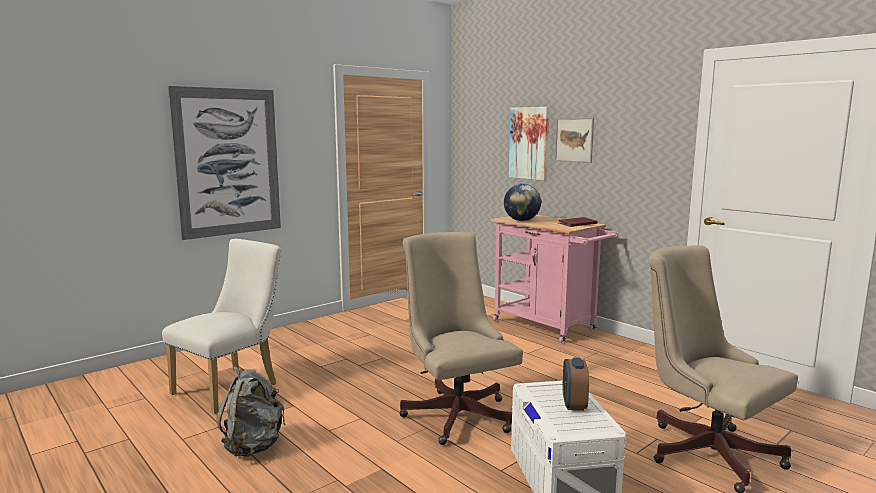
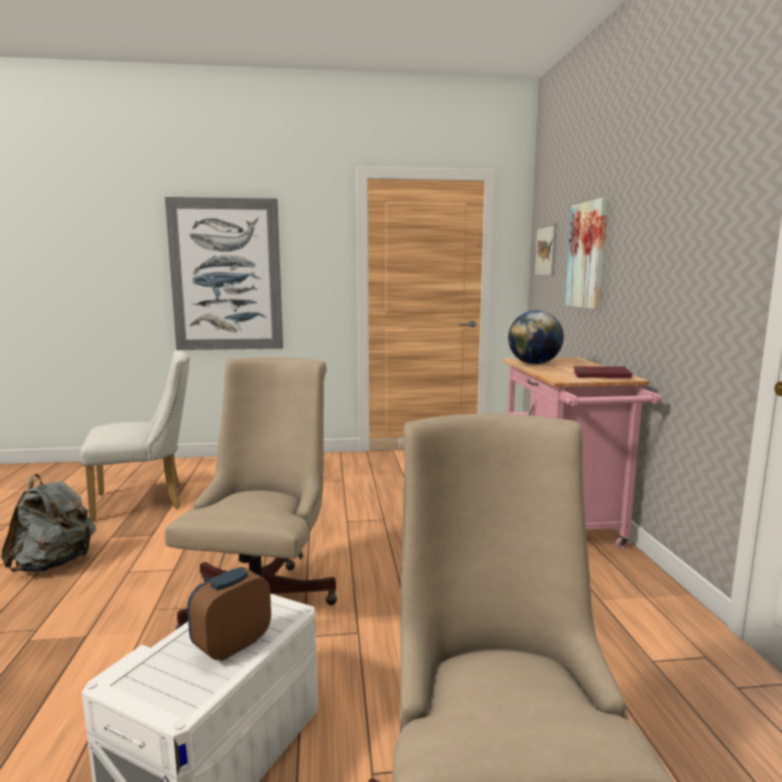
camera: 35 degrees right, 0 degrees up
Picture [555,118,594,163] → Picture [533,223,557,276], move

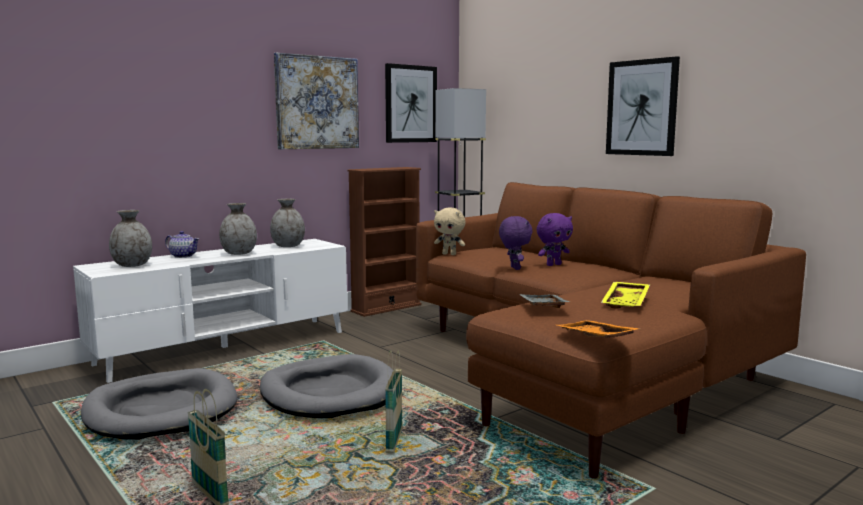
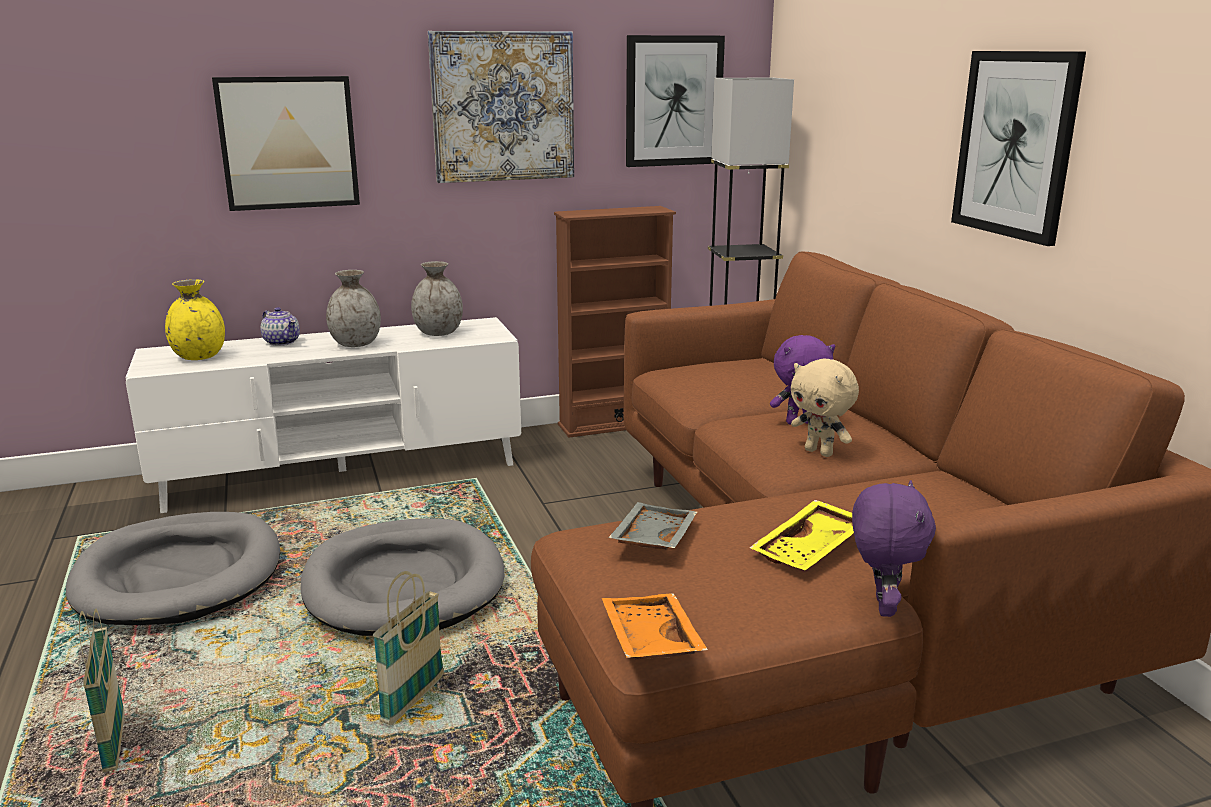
camera: 20 degrees right, 10 degrees up
- → Picture [212,76,360,211]
BeigeSoftToy [434,207,465,255] → BeigeSoftToy [791,358,859,457], move
PurpleColouredSoftToy [499,216,533,270] → PurpleColouredSoftToy [852,480,936,617], move
GrayDecorativeVase [109,210,152,267] → YellowDecorativeVase [165,279,225,360]

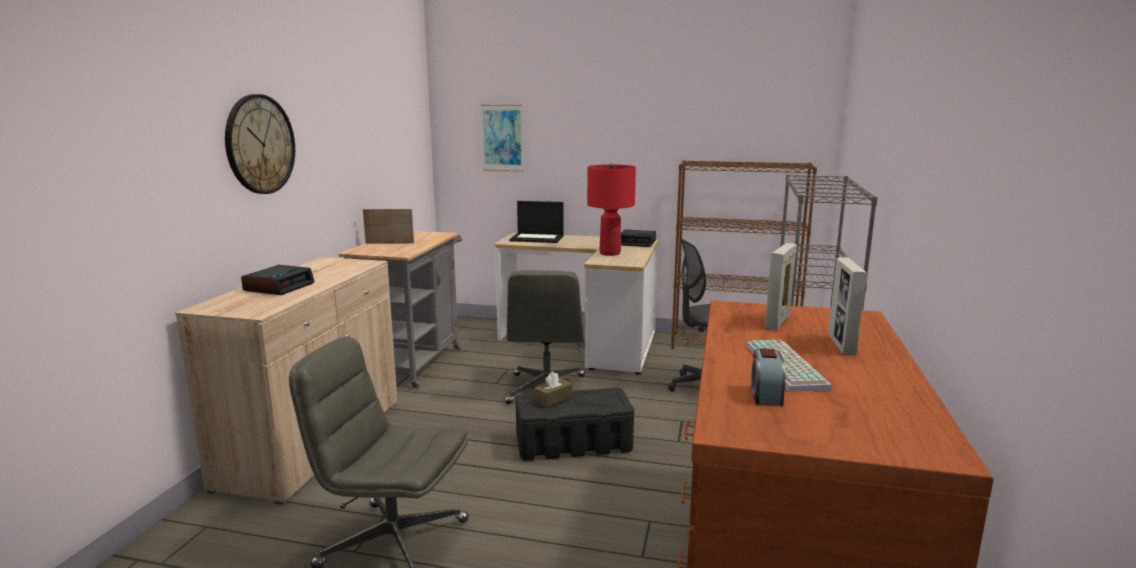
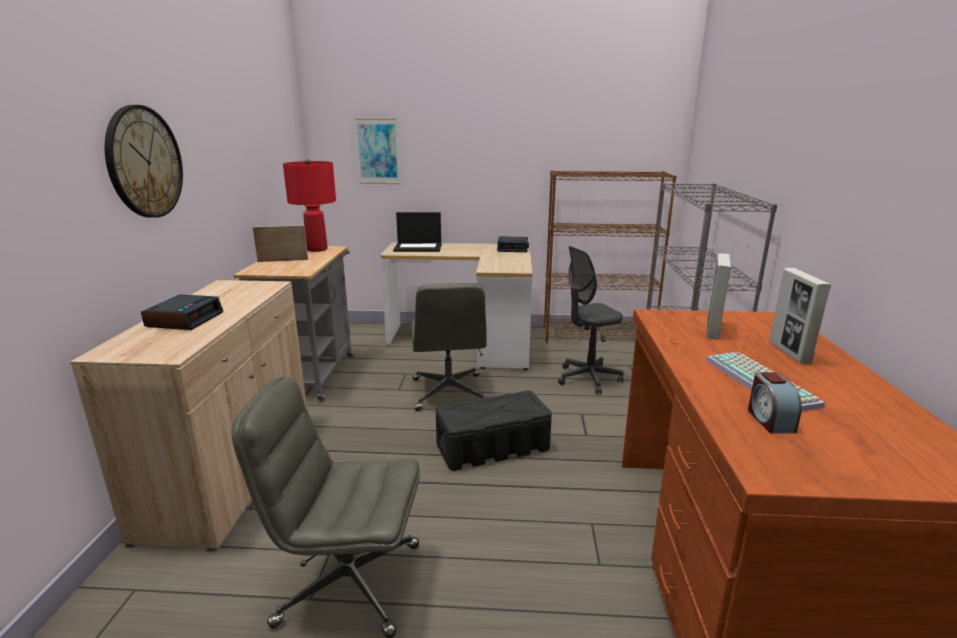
camera: 10 degrees left, 5 degrees up
BrownBoxOfTissues [535,372,572,407] → -
ReddishTabletopLamp [587,163,636,256] → ReddishTabletopLamp [283,159,336,252], move

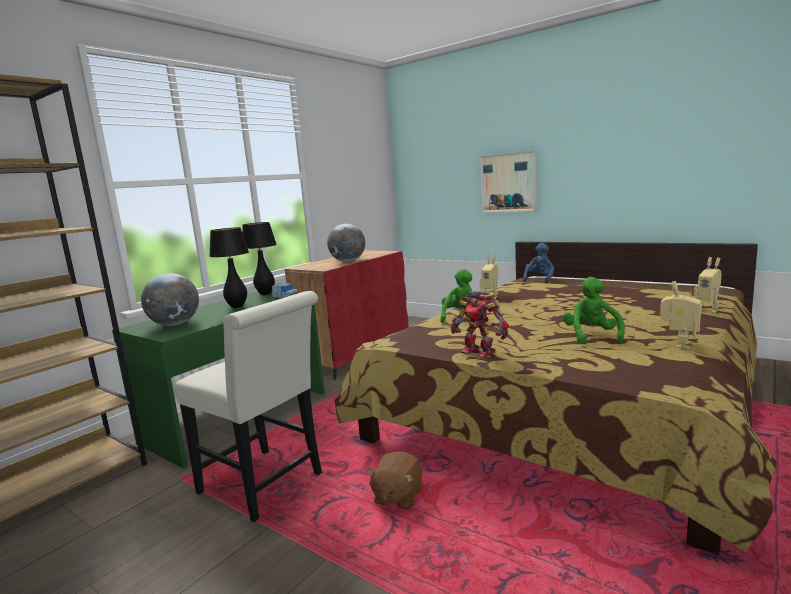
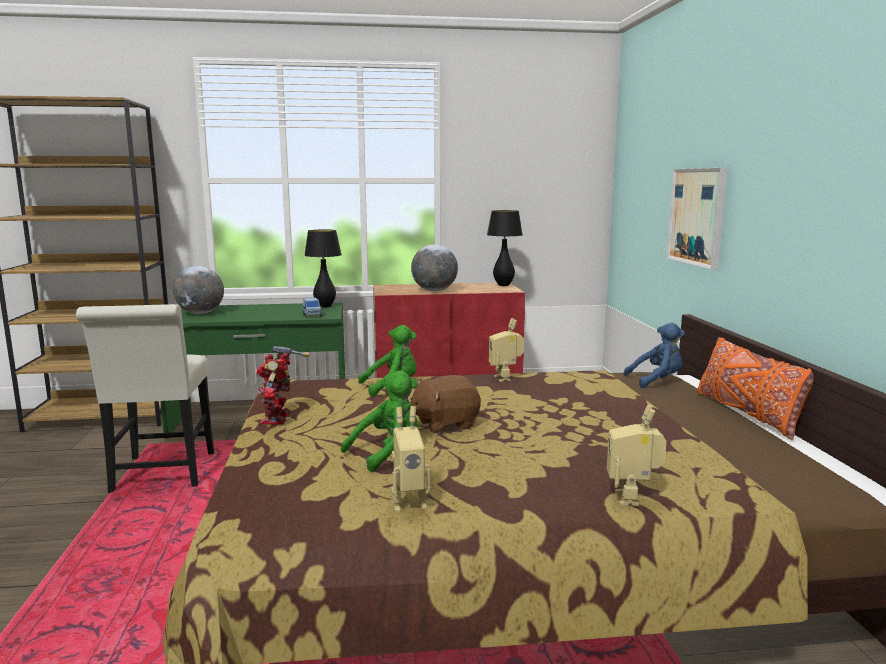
camera: 45 degrees right, 0 degrees up
- → OrangeCushion [698,337,814,440]
BlackTabletopLamp [209,227,249,308] → BlackTabletopLamp [487,210,522,286], move
BrownSoftToy [367,452,422,509] → BrownSoftToy [411,375,481,433], move

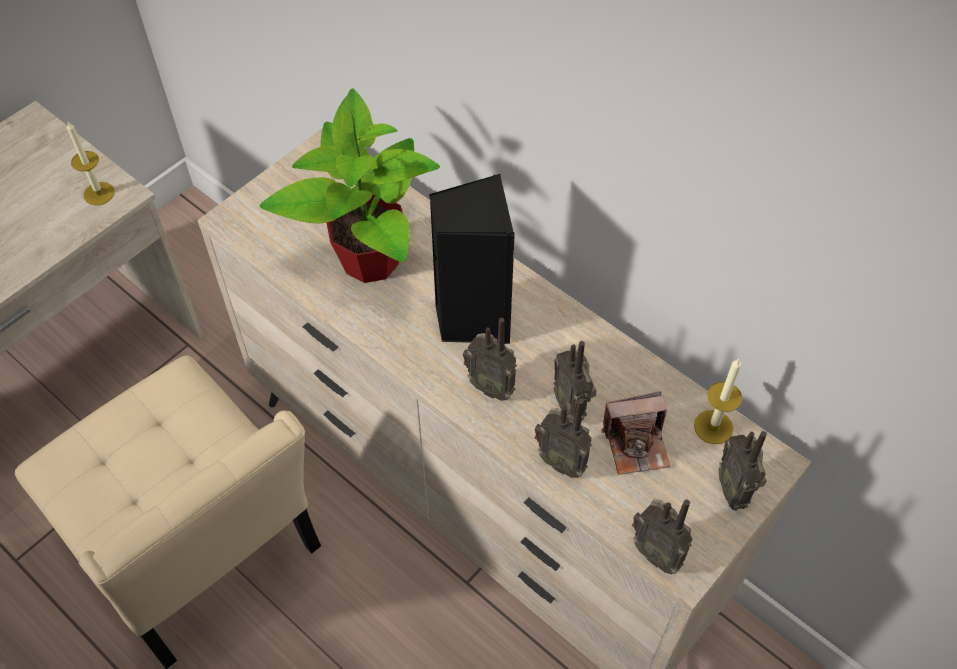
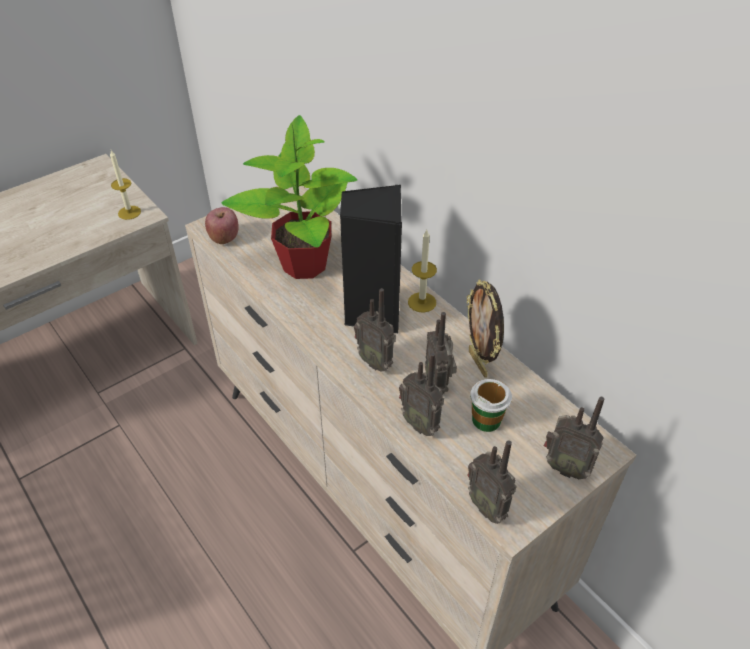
camera: 10 degrees right, 10 degrees down
BeigeUprightChair [15,355,321,669] → -
- → Apple [205,207,239,244]
- → PictureFrame [467,280,504,378]
WaxCandle [694,358,742,444] → WaxCandle [408,230,437,313], move
PhotoCamera [601,391,670,475] → Cup [470,379,512,432]
Radio [718,431,767,511] → Radio [544,397,604,479], 60 degrees counterclockwise

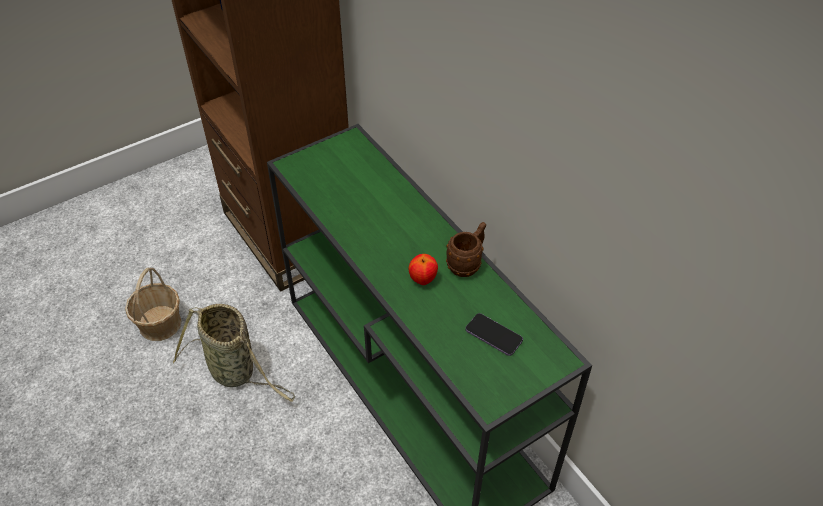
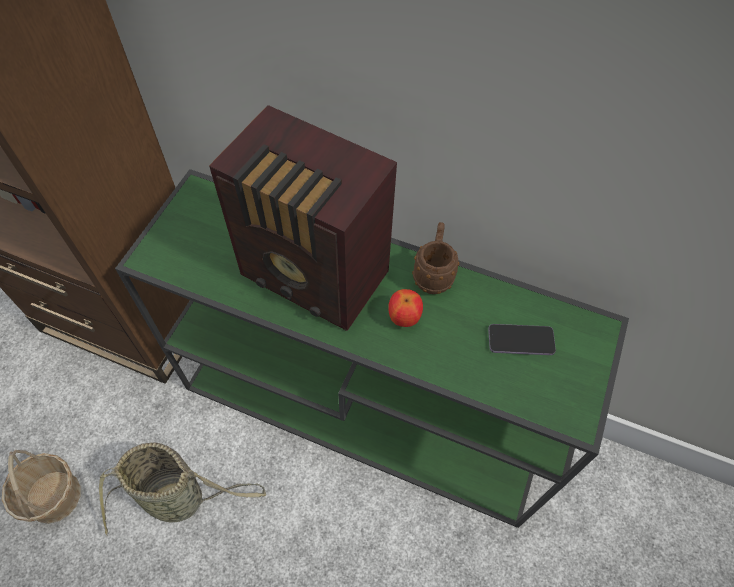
camera: 35 degrees left, 10 degrees up
- → Radio [209,105,397,331]

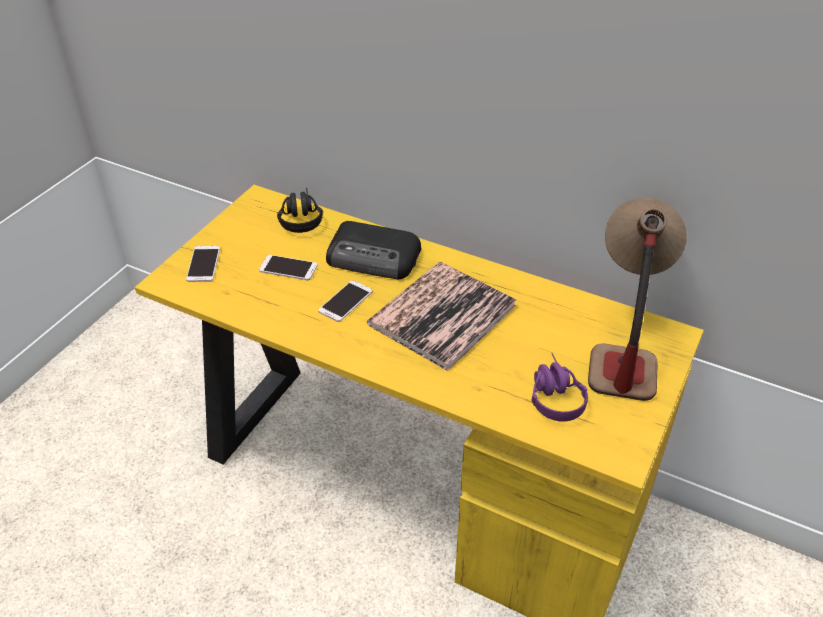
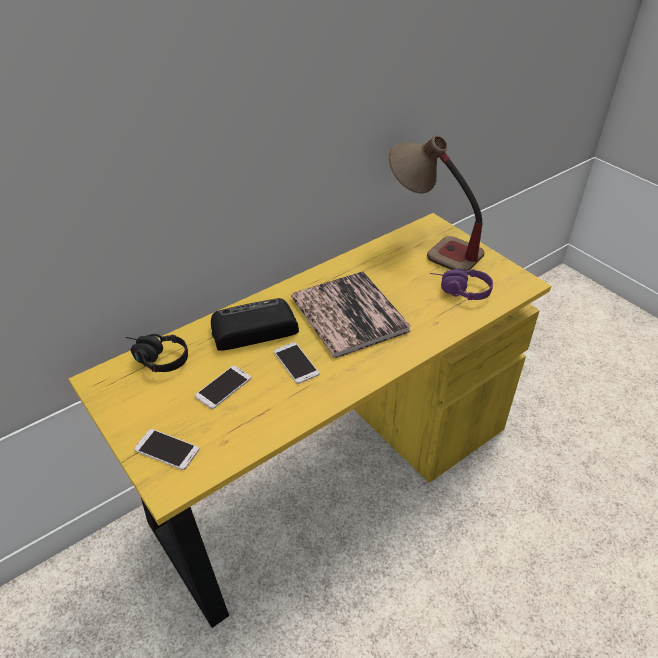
camera: 65 degrees left, 0 degrees up
Radio [326,221,421,279] → Radio [211,298,299,351], 150 degrees counterclockwise

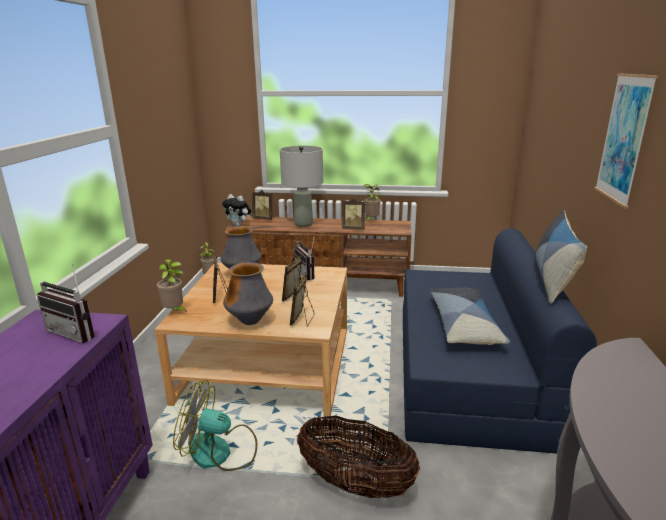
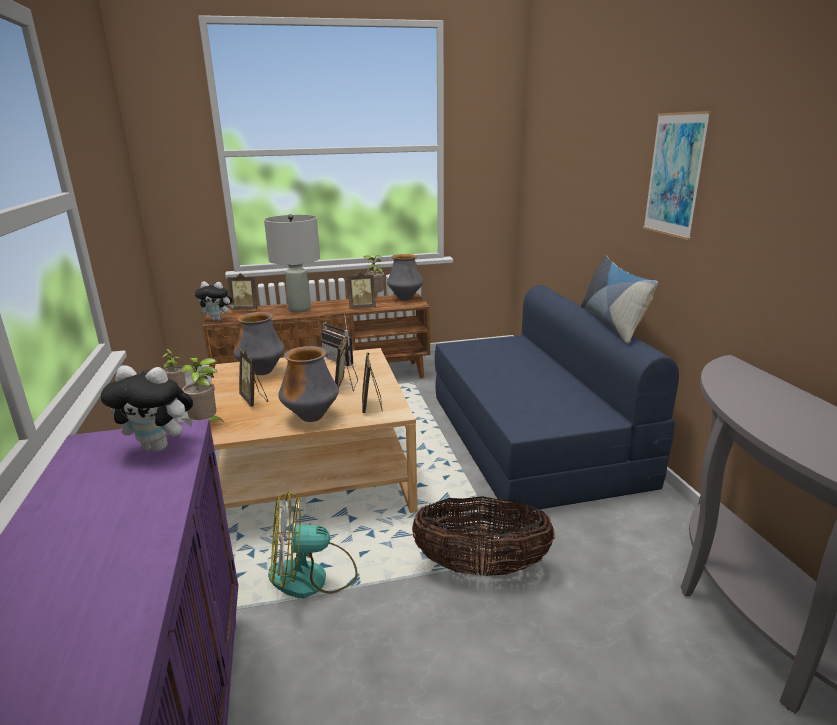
camera: 20 degrees left, 0 degrees up
Cushion [430,288,510,345] → -
- → DecorativeVase [387,254,423,300]
Radio [37,264,95,343] → SoftToy [101,365,193,452]

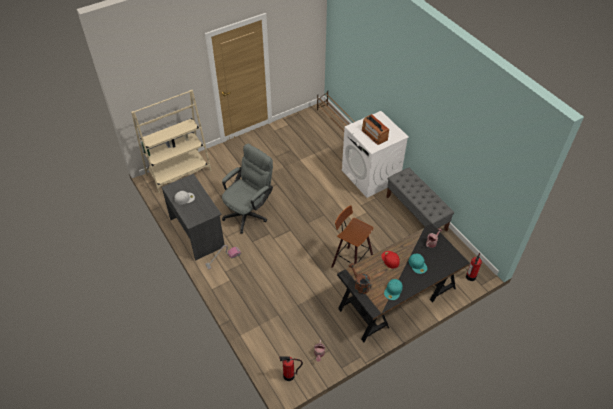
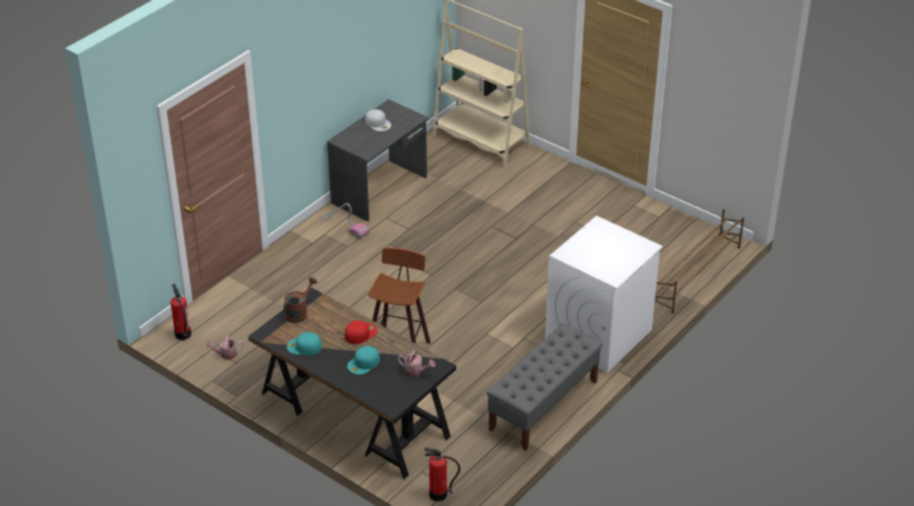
camera: 70 degrees right, 10 degrees down
GrayComputerChair [222,144,273,233] → -
Radio [362,114,389,145] → -

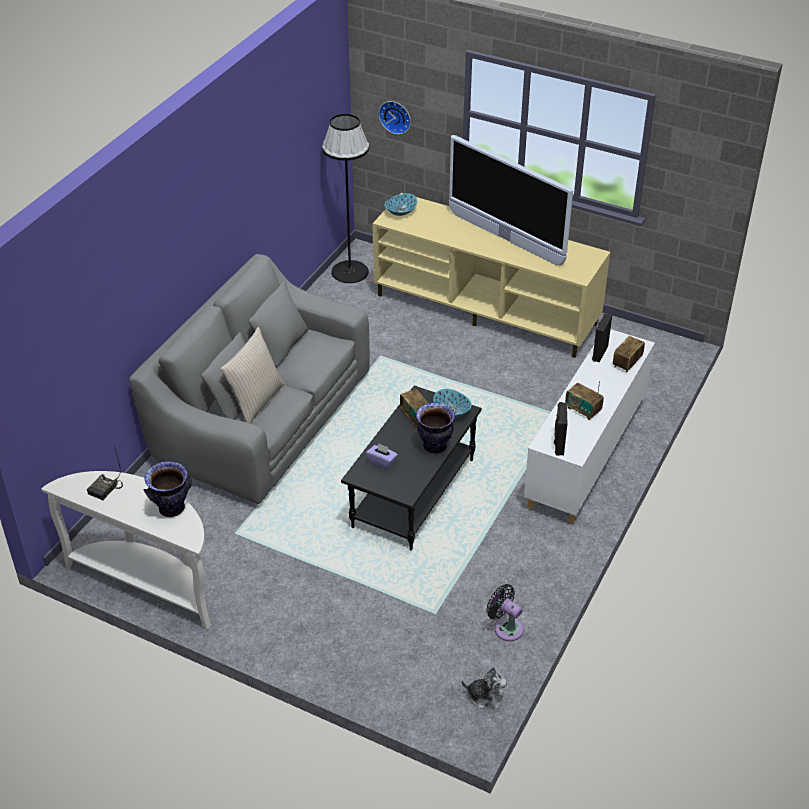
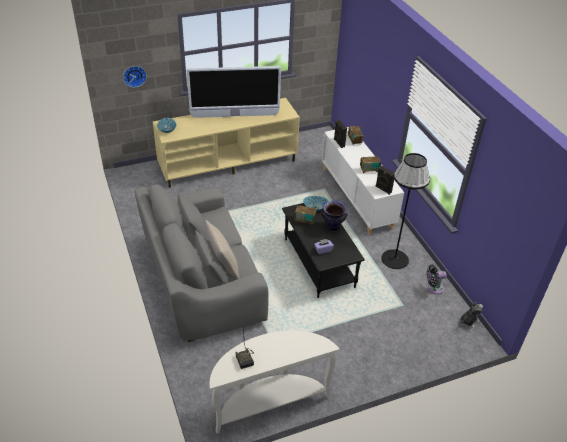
camera: 50 degrees left, 0 degrees up
DecorativeVase [144,461,192,517] → -
BlackStandardLamp [322,114,369,283] → BlackStandardLamp [381,153,430,269], move

